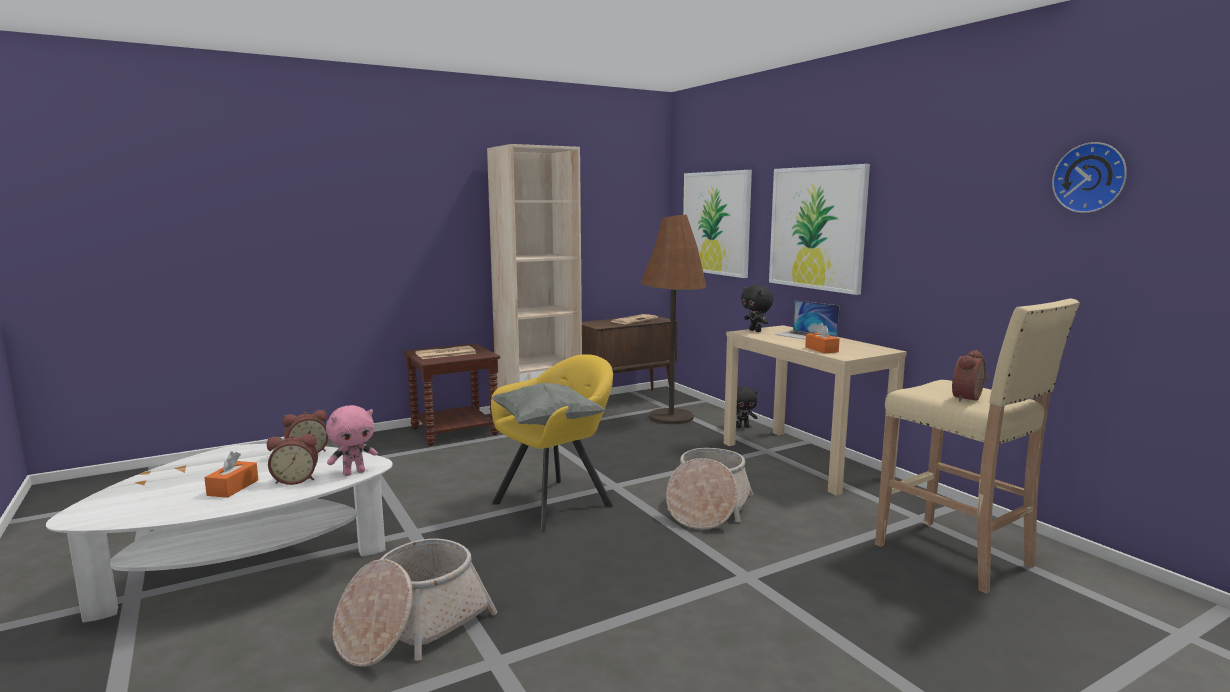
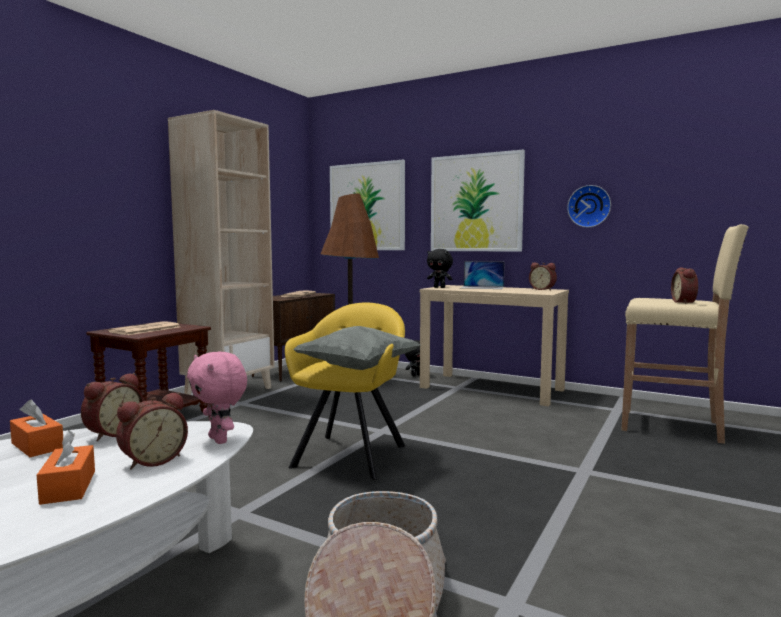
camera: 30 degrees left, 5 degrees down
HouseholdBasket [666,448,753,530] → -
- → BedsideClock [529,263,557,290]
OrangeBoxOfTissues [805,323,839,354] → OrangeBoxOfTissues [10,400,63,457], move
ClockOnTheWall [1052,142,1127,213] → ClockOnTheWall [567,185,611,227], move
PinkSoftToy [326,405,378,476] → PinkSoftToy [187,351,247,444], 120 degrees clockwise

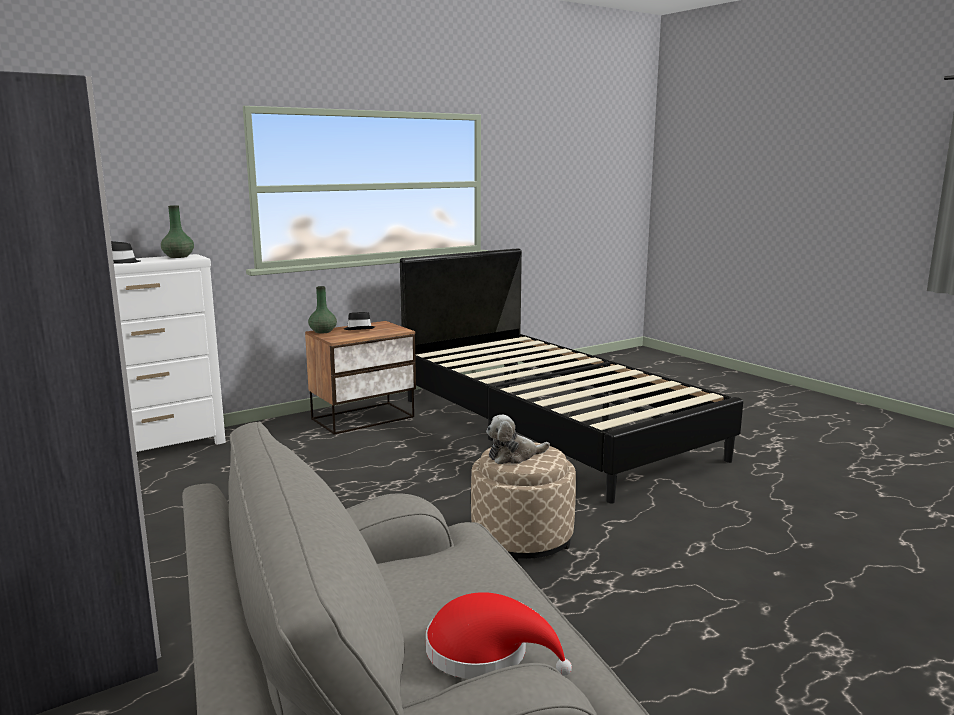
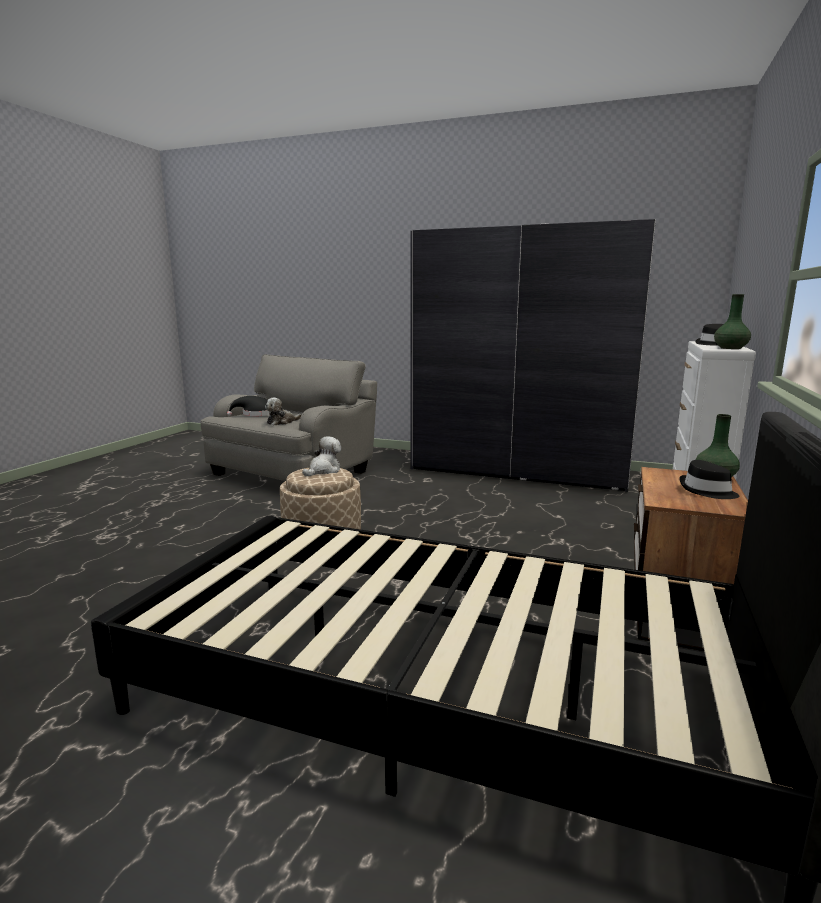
camera: 145 degrees right, 0 degrees up
- → SoftToy [265,398,301,425]
ReddishWearableHat [426,592,572,679] → BlackWearableHat [227,396,270,416]

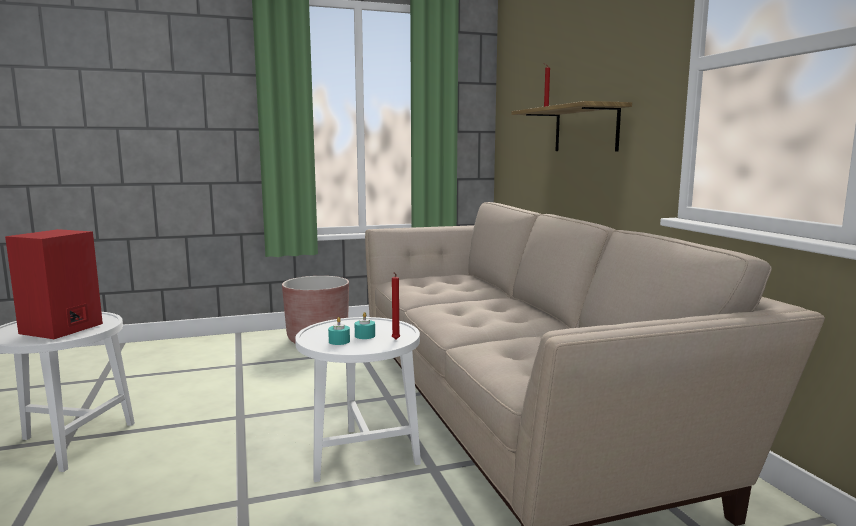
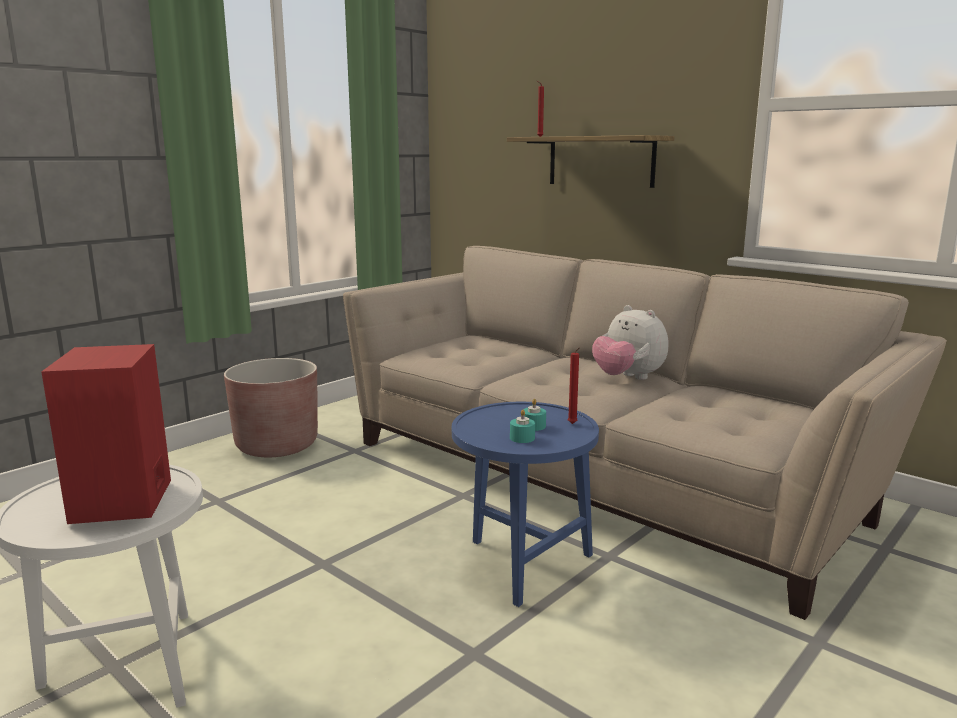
camera: 30 degrees left, 5 degrees up
- → SoftToy [592,305,668,380]
WhitishEndTable [295,317,421,482] → BlueColouredEndTable [452,402,599,607]

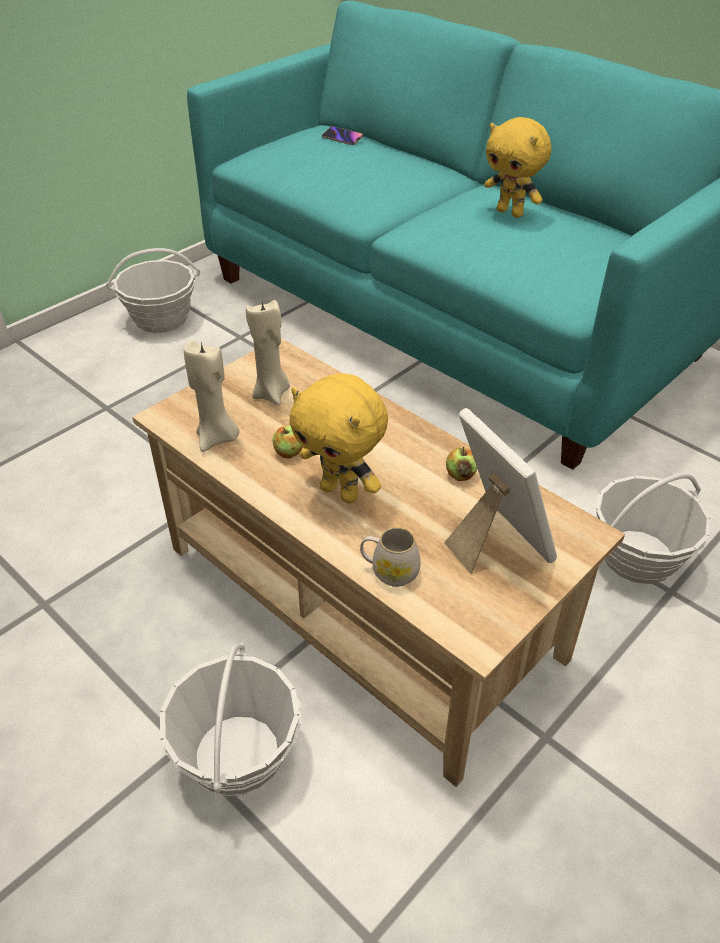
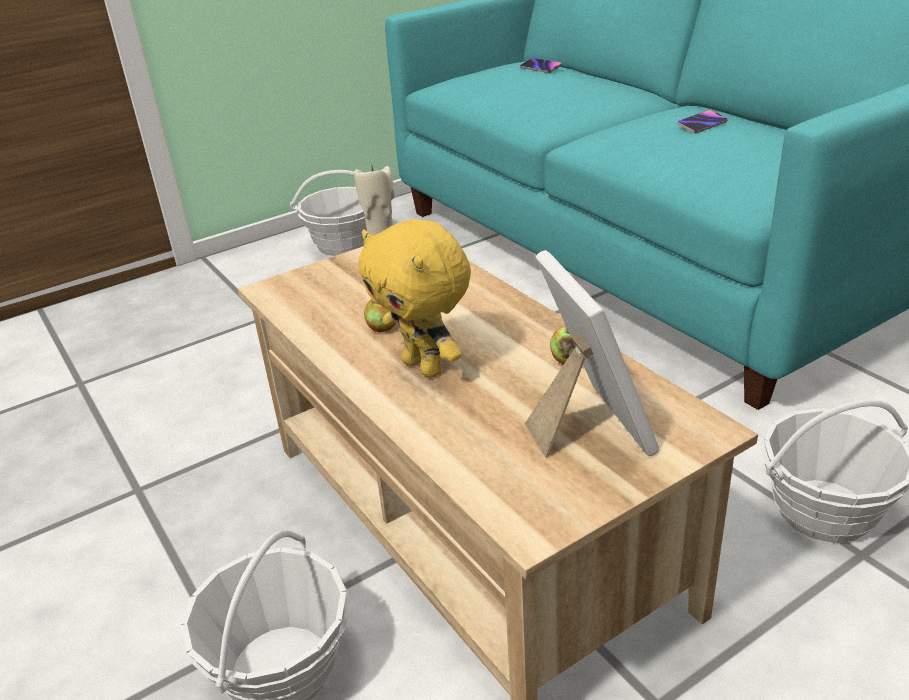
camera: 15 degrees right, 10 degrees down
BeigeWaxCandle [184,341,239,452] → -
WhitishTeaMug [360,527,421,587] → -
YellowSoftToy [484,117,552,218] → Telephone [677,110,728,134]

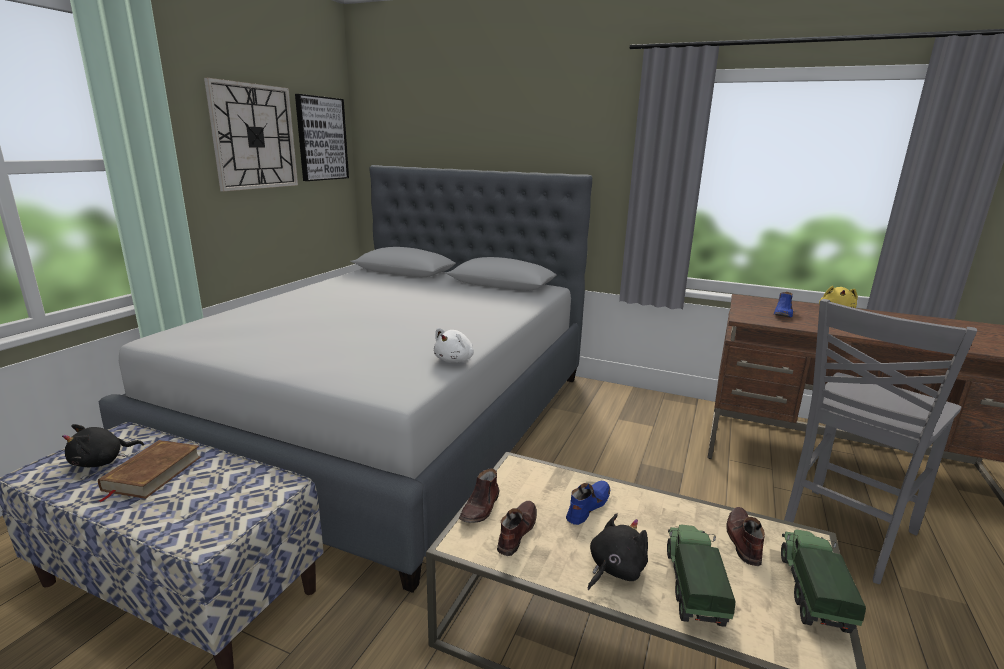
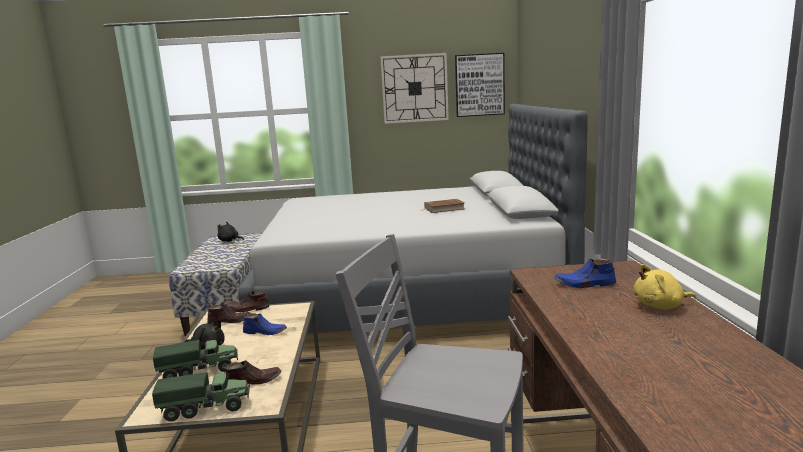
camera: 65 degrees right, 5 degrees down
WhitishSoftToy [434,328,474,363] → -
BrownBook [97,440,201,502] → BrownBook [424,199,464,213], move

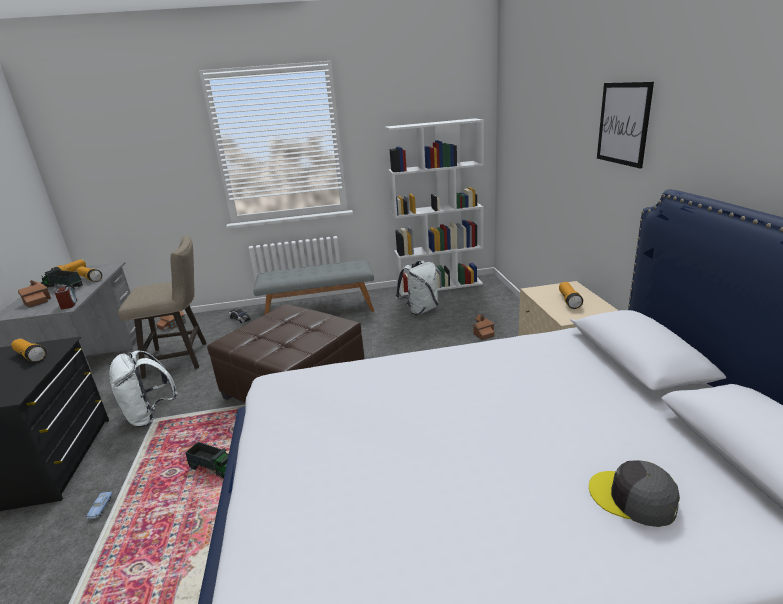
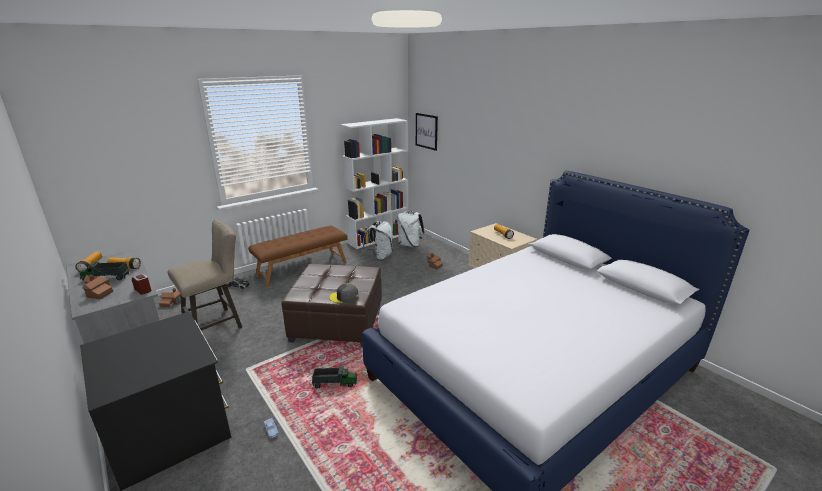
camera: 30 degrees left, 0 degrees up
HandTorch [11,339,46,362] → -
WhitishKnapsack [109,350,178,427] → WhitishKnapsack [397,211,425,247], move
GrayBaseballCap [589,460,680,527] → GrayBaseballCap [329,283,359,303], move
Picture [597,82,654,168] → Picture [416,113,438,151], move
GrayLongSeat [253,261,374,314] → BrownLongSeat [248,226,348,288]

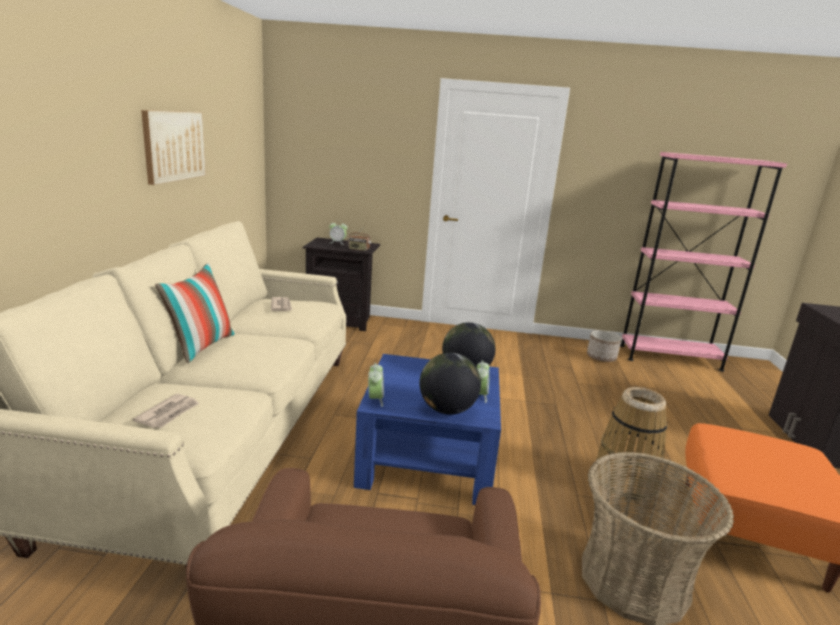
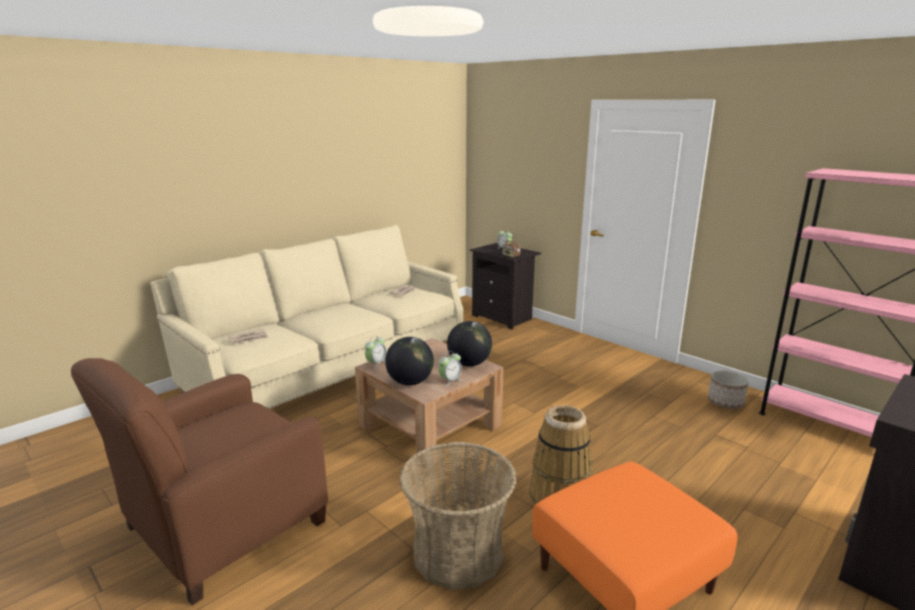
camera: 40 degrees right, 0 degrees up
Picture [141,110,206,185] → -
Cushion [155,263,235,363] → -
BlueColouredLoungeTable [354,354,501,505] → BrownLoungeTable [355,338,503,468]

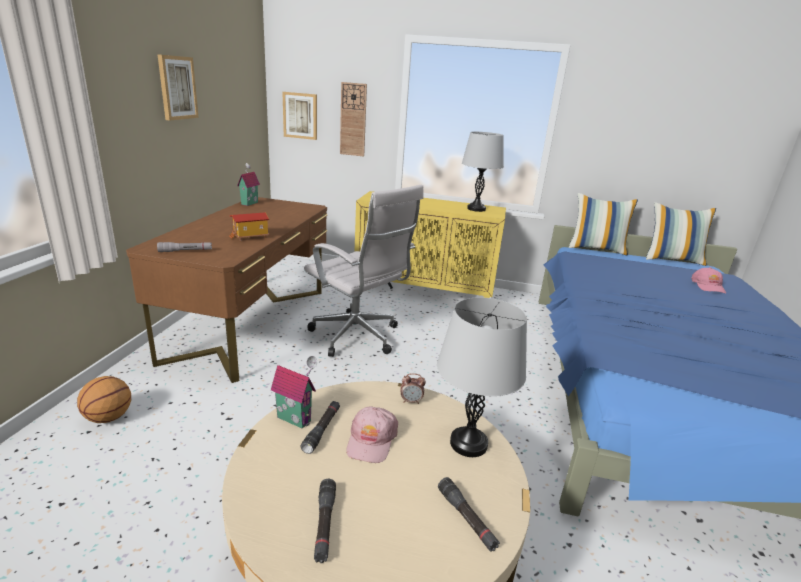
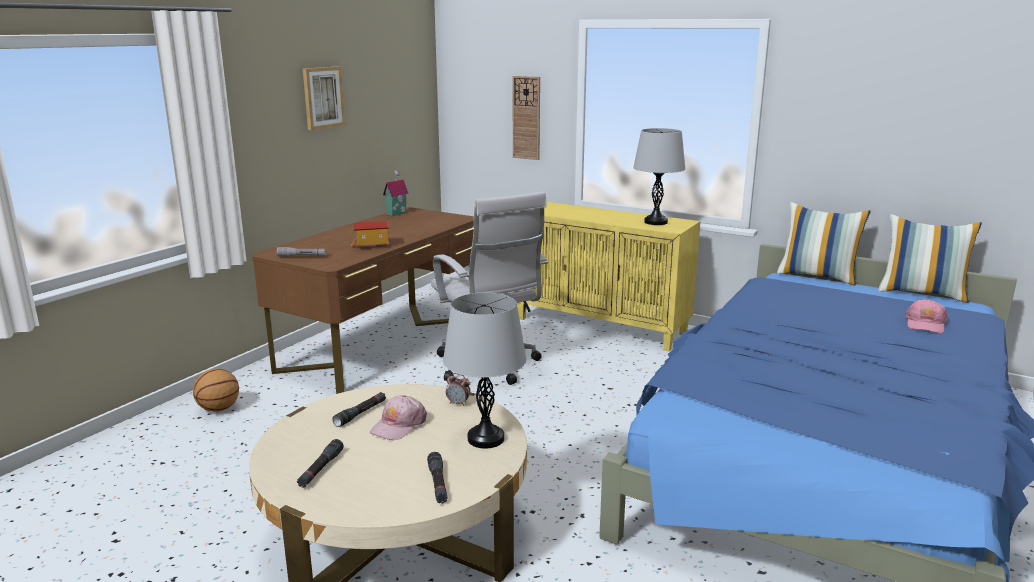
camera: 20 degrees right, 5 degrees down
ModelHouse [271,356,317,429] → -
Picture [282,92,317,140] → -

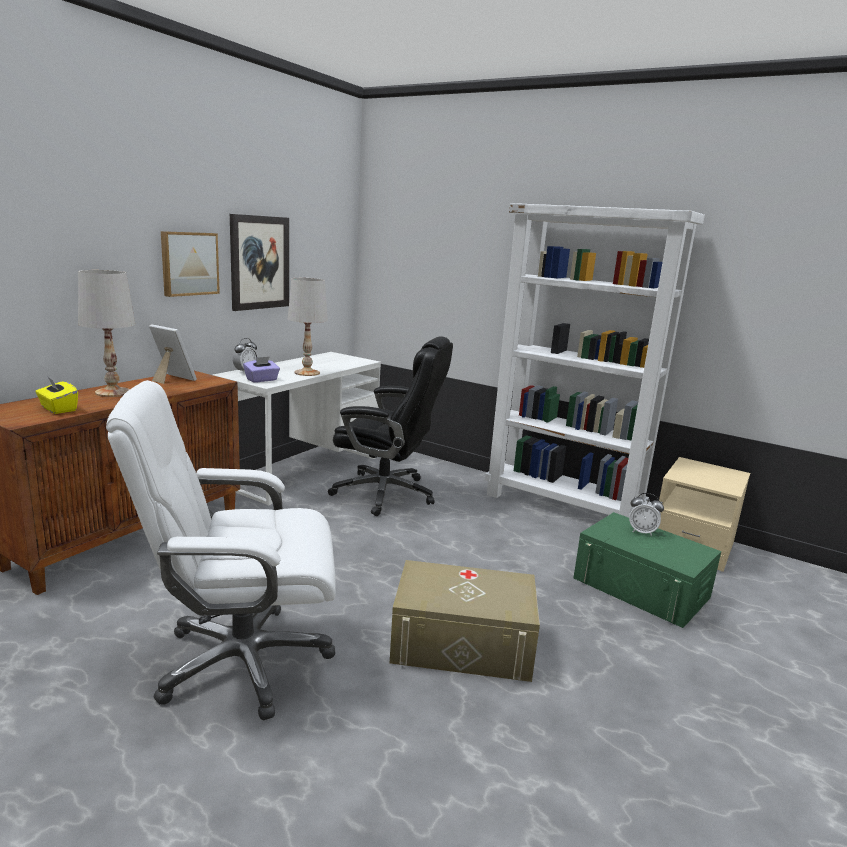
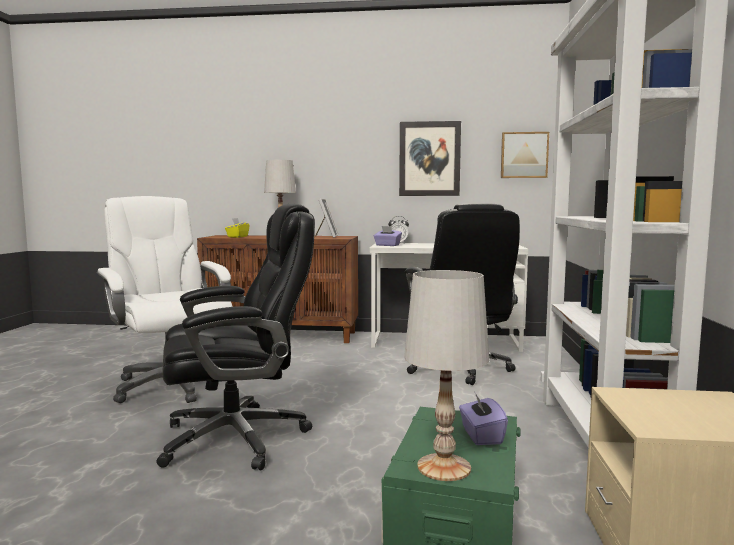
camera: 65 degrees right, 10 degrees down
Picture [161,231,220,297] → Picture [501,132,549,178], move
WhitishTabletopLamp [288,278,328,376] → WhitishTabletopLamp [404,270,489,481], move
BeigeStorageContainer [390,560,540,682] → BlackComputerChair [156,204,315,470]
BedsideClock [629,493,664,536] → PurpleColouredBoxOfTissues [459,391,508,445]

